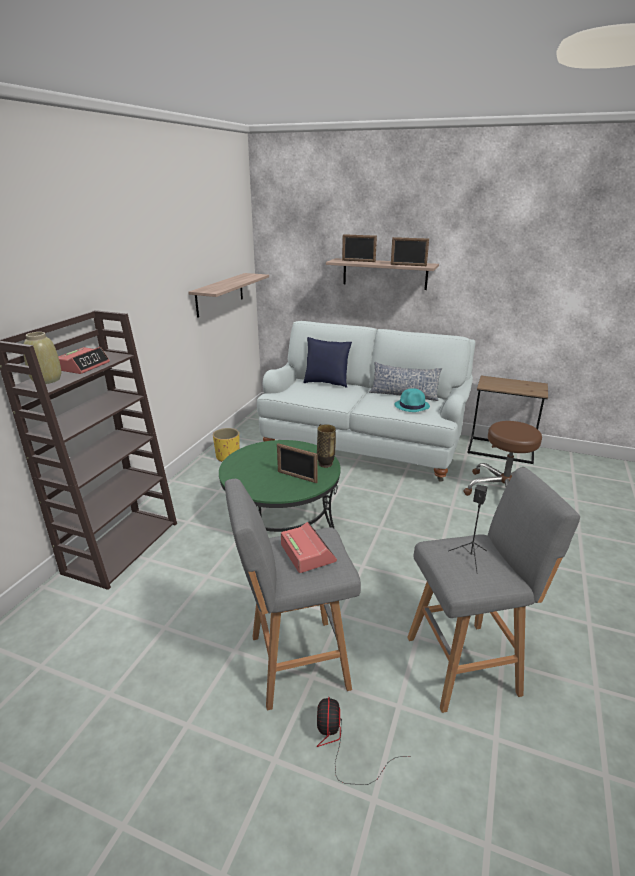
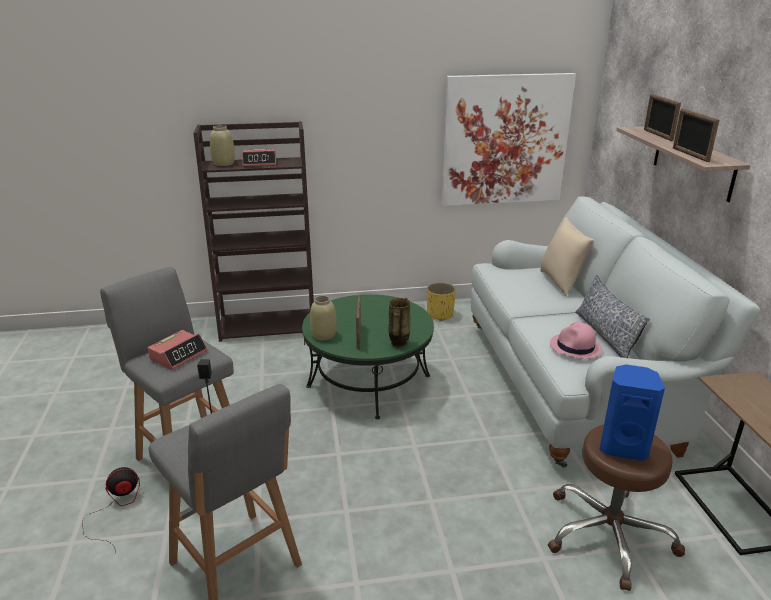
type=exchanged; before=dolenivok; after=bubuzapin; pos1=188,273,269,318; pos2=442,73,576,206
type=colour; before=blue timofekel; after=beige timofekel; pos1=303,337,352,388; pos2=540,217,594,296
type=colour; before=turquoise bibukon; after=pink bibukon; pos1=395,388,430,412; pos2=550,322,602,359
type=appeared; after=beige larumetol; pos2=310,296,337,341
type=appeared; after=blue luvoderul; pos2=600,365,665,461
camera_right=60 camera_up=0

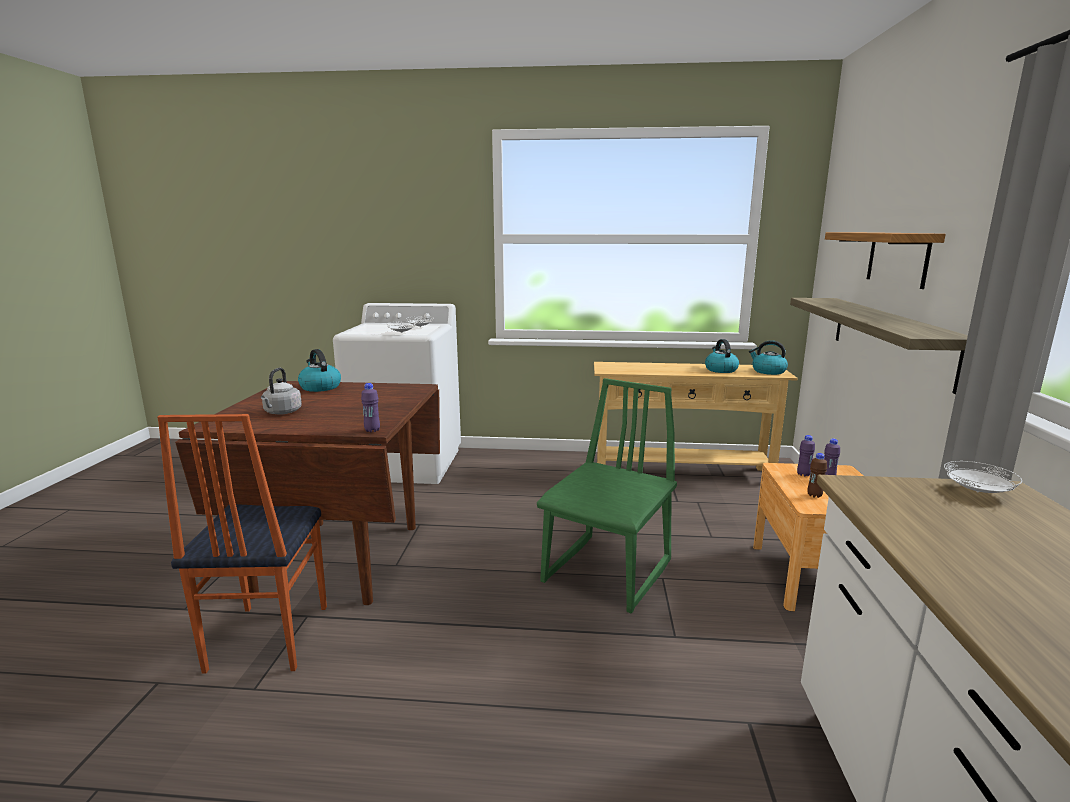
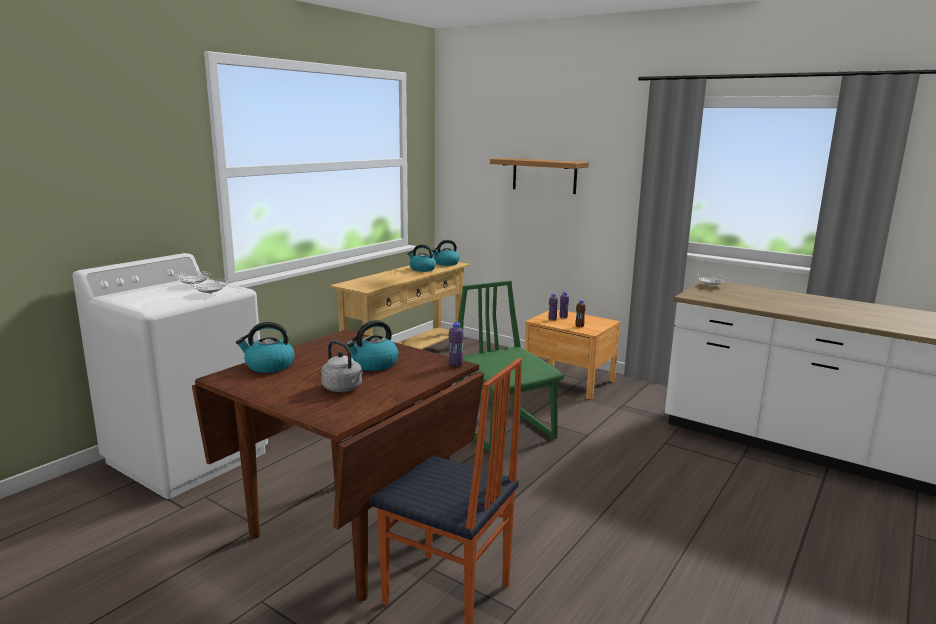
type=missing; before=dolenivok; pos1=790,298,968,394
type=appeared; after=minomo; pos2=346,320,398,371
camera_right=-60 camera_up=0

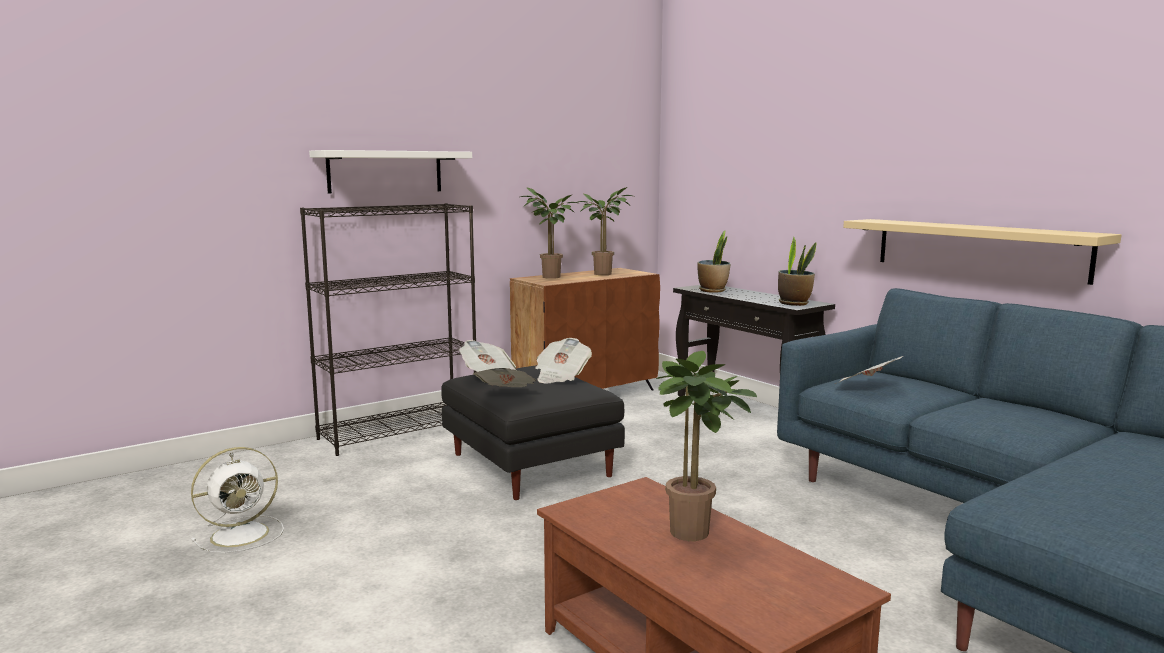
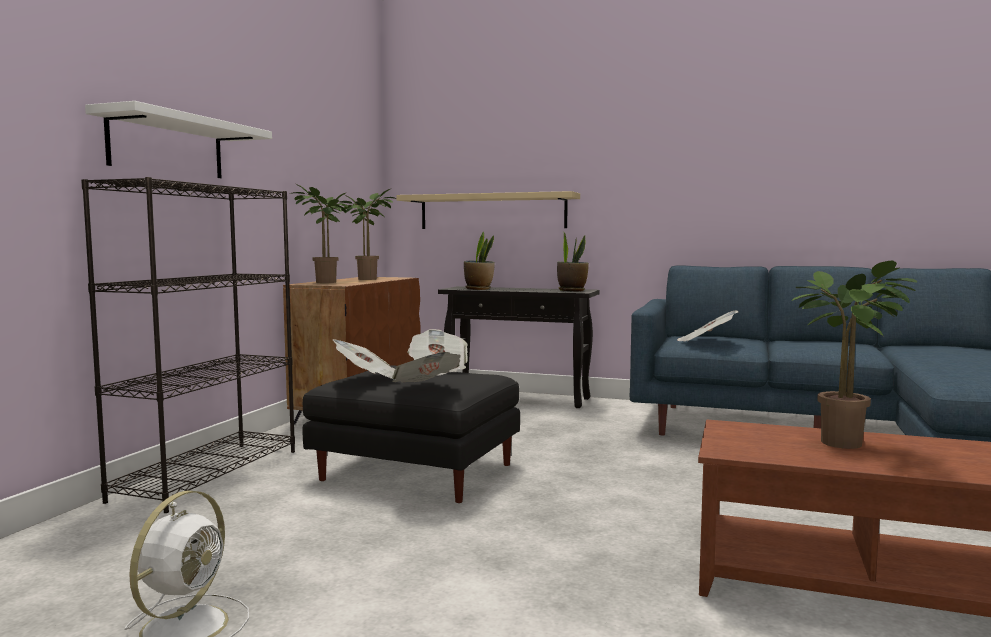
type=relocated; before=beige dolenivok; pos1=843,219,1121,285; pos2=396,191,580,229
camera_right=-35 camera_up=-5

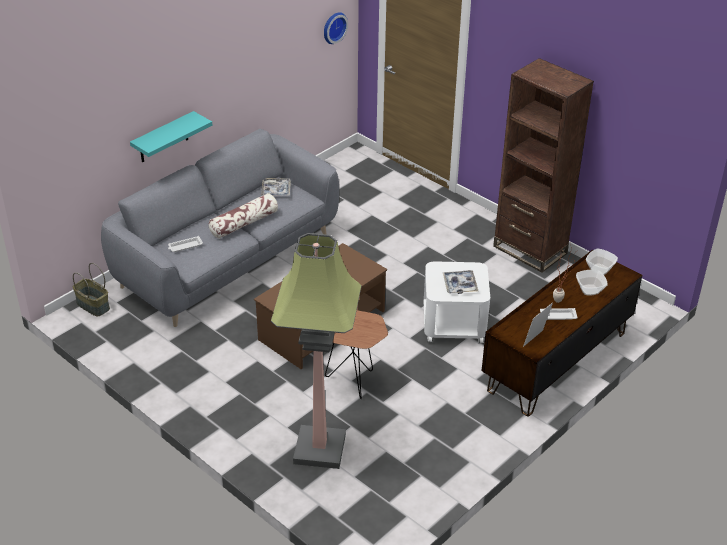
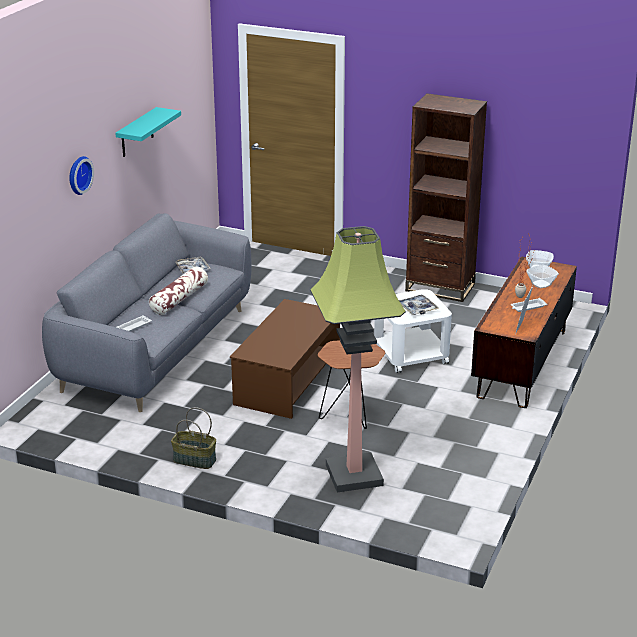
type=relocated; before=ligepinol; pos1=324,12,348,44; pos2=69,156,94,195
type=relocated; before=turquoise dolenivok; pos1=130,111,212,163; pos2=115,107,181,157
type=relocated; before=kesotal; pos1=73,263,110,316; pos2=171,407,216,469
camera_right=-20 camera_up=-10

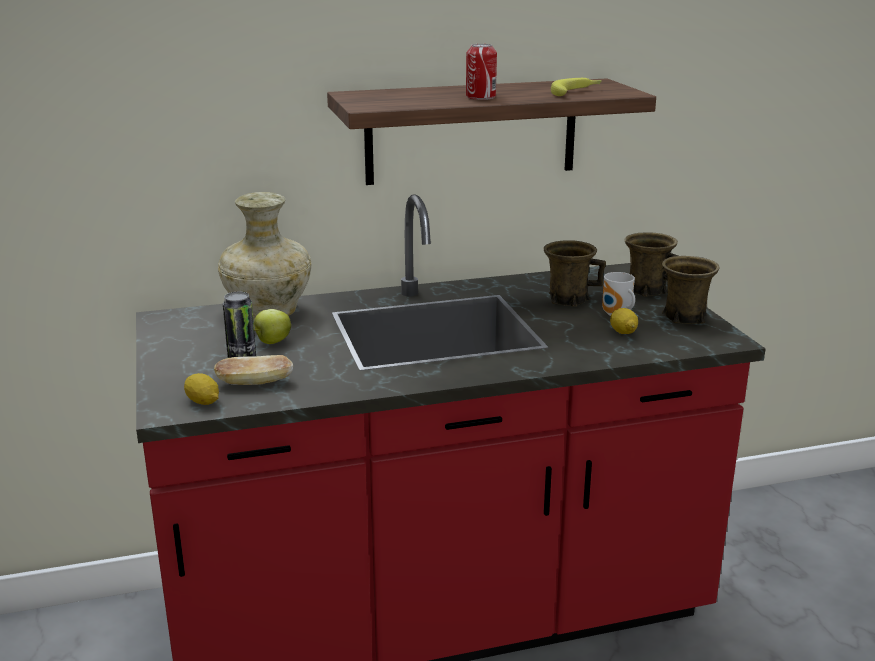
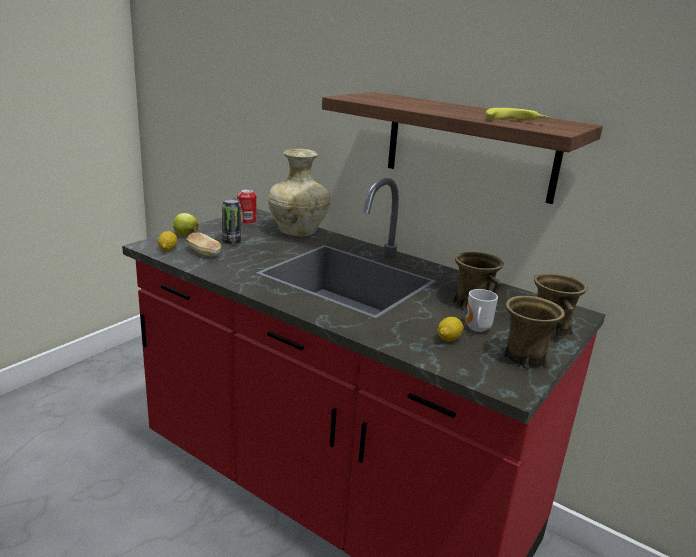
type=relocated; before=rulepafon; pos1=466,44,497,100; pos2=237,189,256,224
type=relocated; before=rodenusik; pos1=254,309,291,344; pos2=173,213,199,236
camera_right=50 camera_up=0

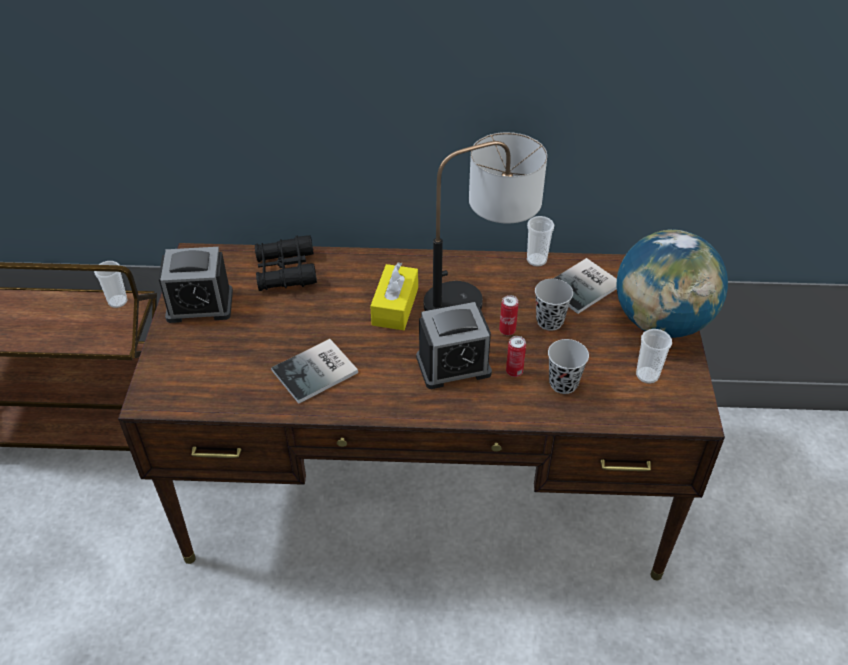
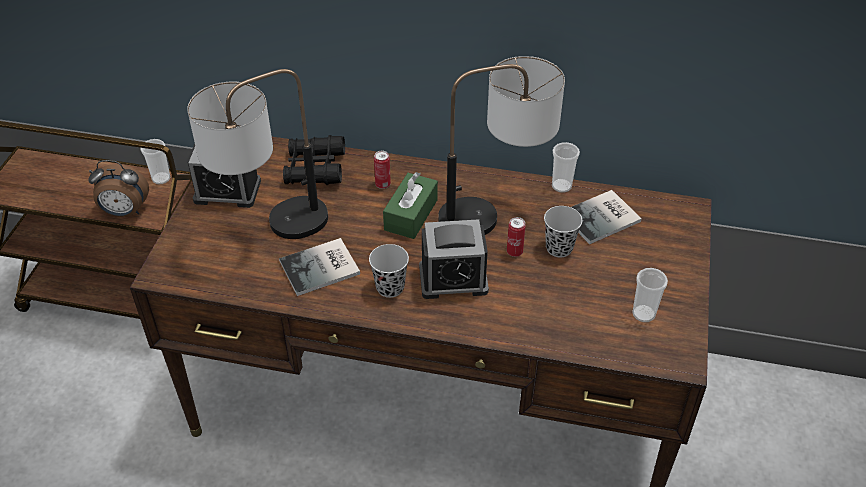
type=missing; before=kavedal; pos1=616,229,728,338
type=colour; before=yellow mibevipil; after=green mibevipil; pos1=370,262,418,330; pos2=383,172,438,239
type=relocated; before=rulepafon; pos1=506,336,526,377; pos2=374,151,391,189
type=relocated; before=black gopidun; pos1=548,339,589,394; pos2=369,244,409,298
type=appeared; after=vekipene; pos2=187,69,328,239
type=appeared; after=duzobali; pos2=88,160,149,217
camera_right=10 camera_up=0

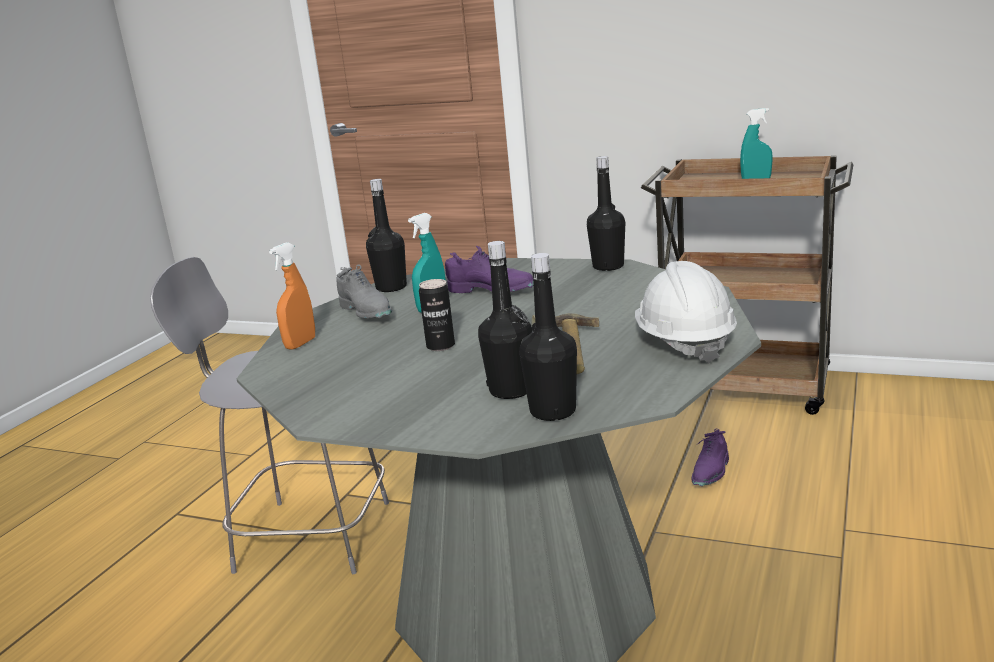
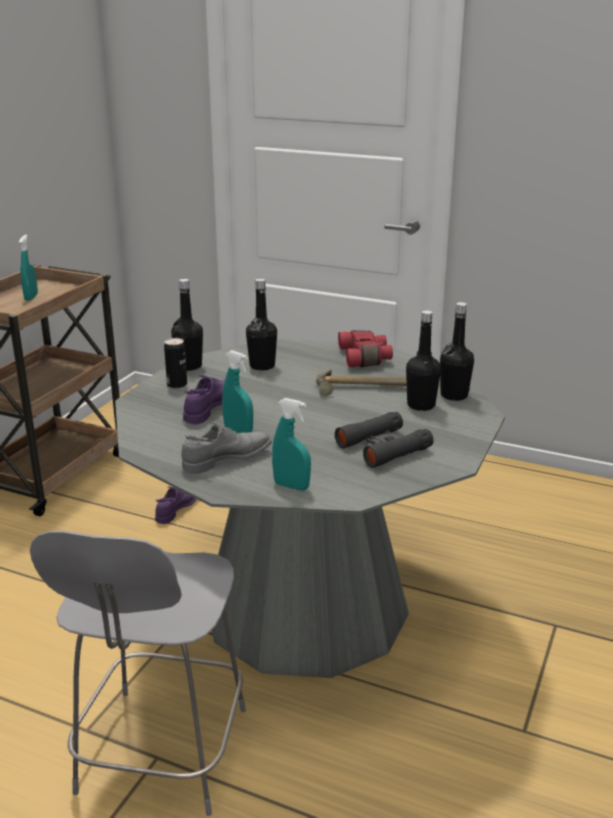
type=relocated; before=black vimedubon; pos1=366,179,407,292; pos2=246,279,277,370
type=colour; before=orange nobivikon; after=turquoise nobivikon; pos1=269,243,315,350; pos2=272,398,311,491
type=exchanged; before=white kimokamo; after=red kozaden; pos1=635,261,737,364; pos2=338,330,393,367
type=relocated; before=rulepafon; pos1=419,279,455,351; pos2=164,338,187,388
type=spun; before=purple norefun; pos1=691,428,729,486; pos2=155,487,197,524; turn=-90
type=appeared; after=black kozaden; pos2=335,412,434,468
camera_right=-90 camera_up=5

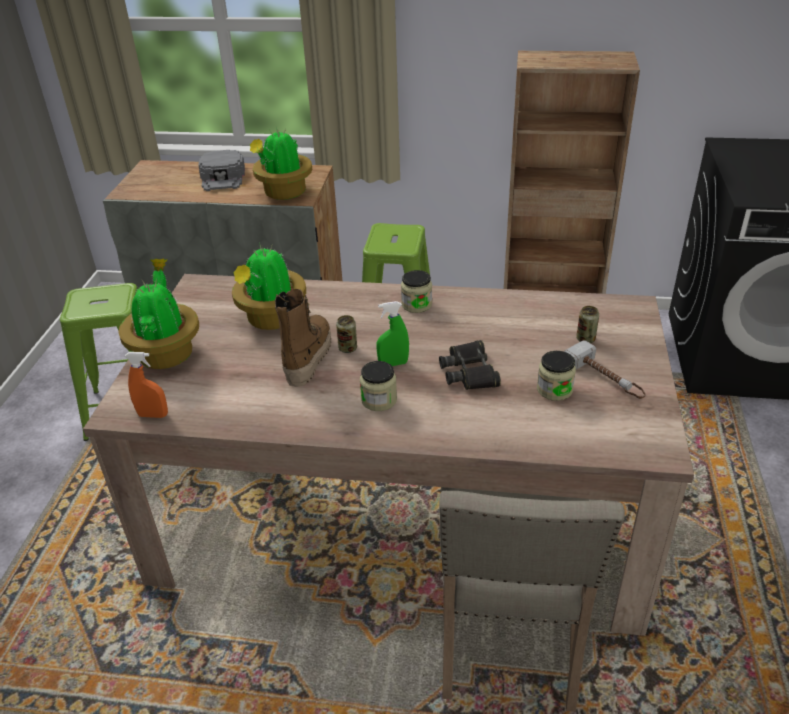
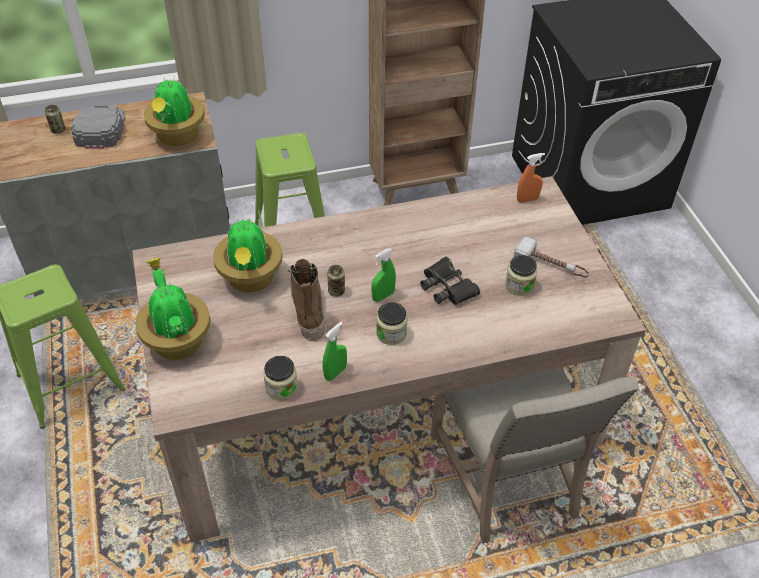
type=spun; before=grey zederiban; pos1=198,150,245,191; pos2=71,106,125,149; turn=-150
type=relocated; before=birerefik; pos1=401,270,432,313; pos2=263,356,298,400
type=relocated; before=rulepafon; pos1=576,306,599,343; pos2=45,105,65,134
type=relocated; before=orange nobivikon; pos1=124,352,168,418; pos2=517,153,545,203
type=appeared; after=green nobivikon; pos2=323,322,347,381
camera_right=-25 camera_up=10

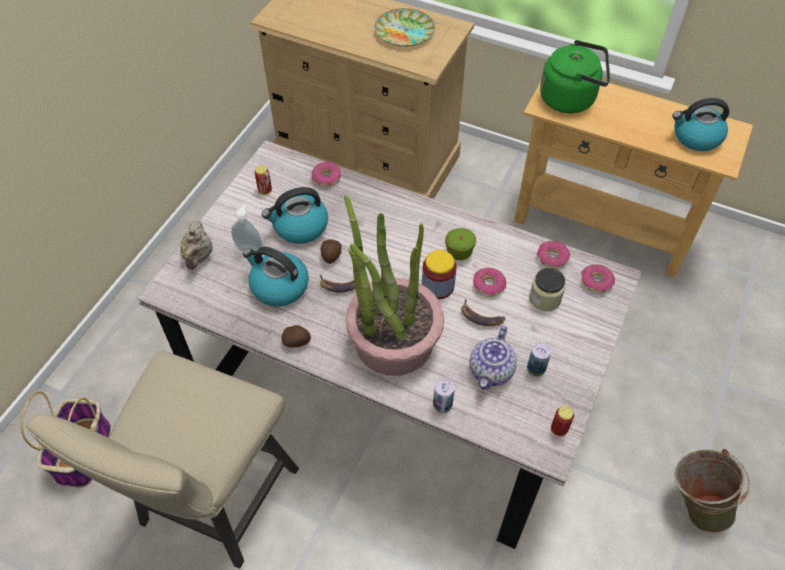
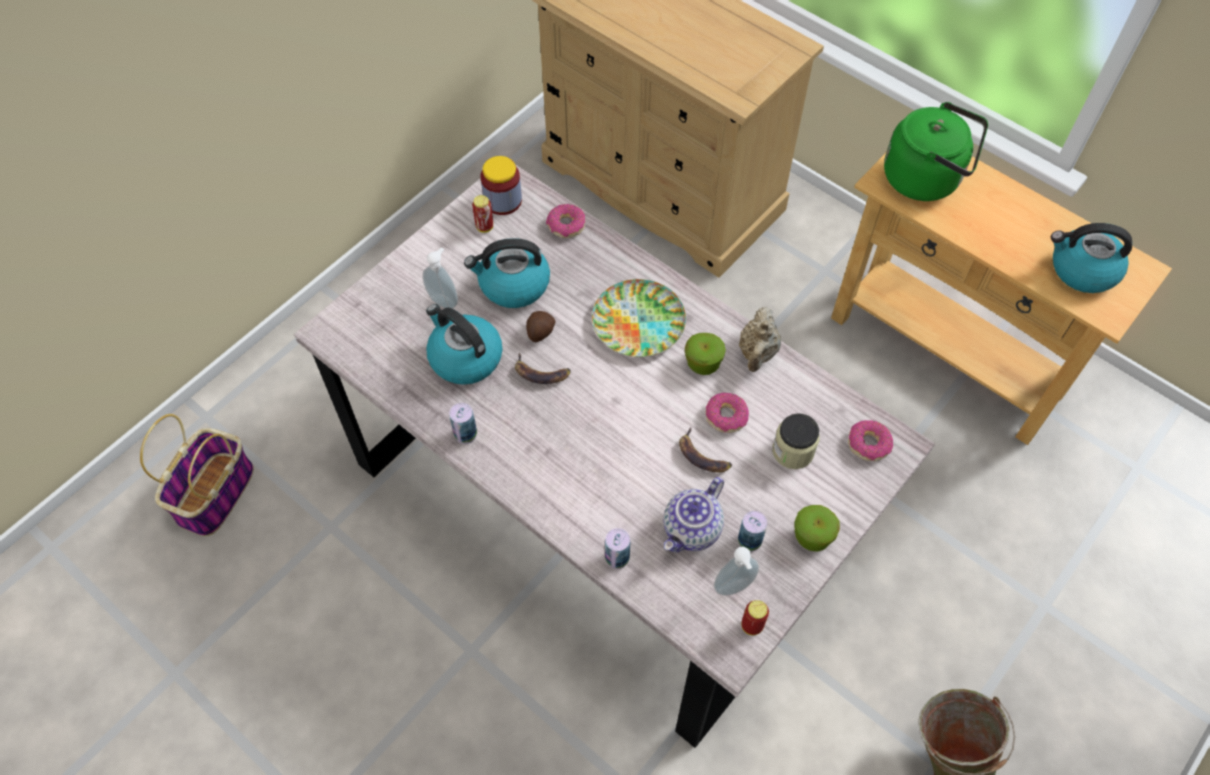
type=relocated; before=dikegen; pos1=375,8,435,47; pos2=592,279,686,357
type=missing; before=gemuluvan; pos1=344,196,444,376
type=relocated; before=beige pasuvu; pos1=180,221,213,270; pos2=739,306,781,372
type=missing; before=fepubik; pos1=537,241,570,269
type=relocated; before=birerefik; pos1=422,250,456,299; pos2=480,156,522,215
type=exchanged; before=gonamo; after=rulepafon; pos1=281,325,311,348; pos2=449,403,477,444
type=missing; before=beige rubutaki; pos1=26,351,299,569
type=appeared; after=rodenusik; pos2=794,505,840,552
type=appeared; after=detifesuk; pos2=714,547,759,596
camera_right=15 camera_up=5

